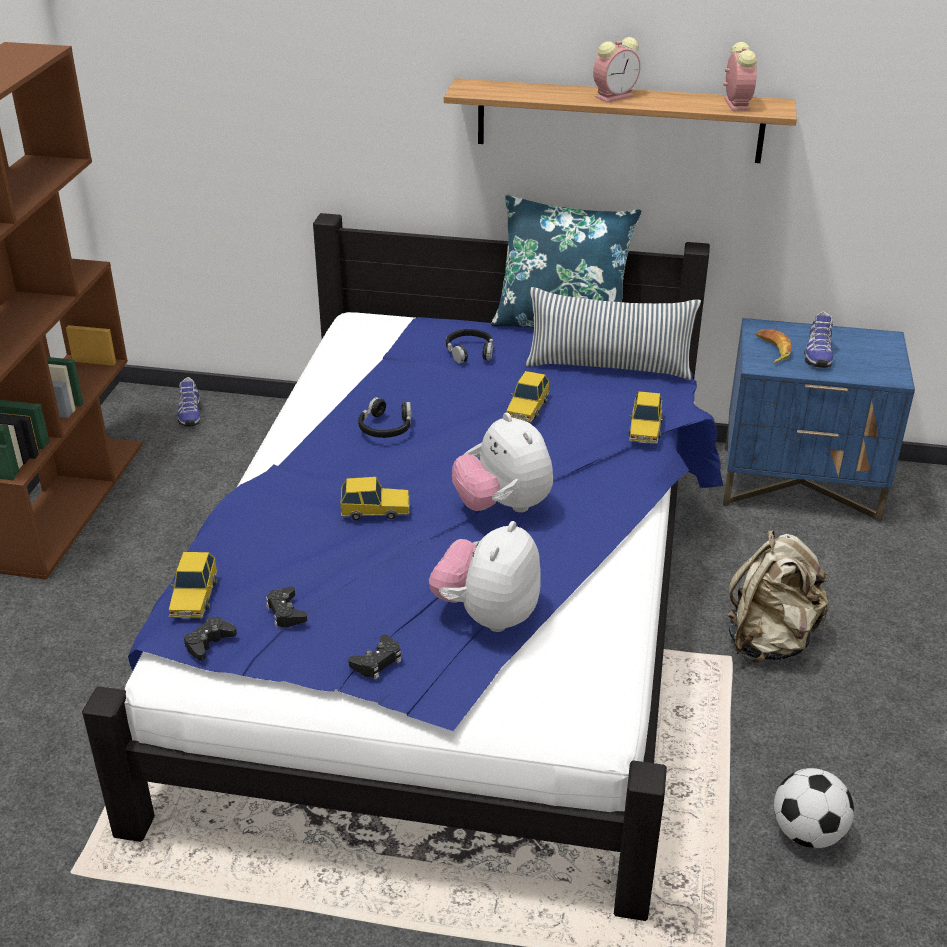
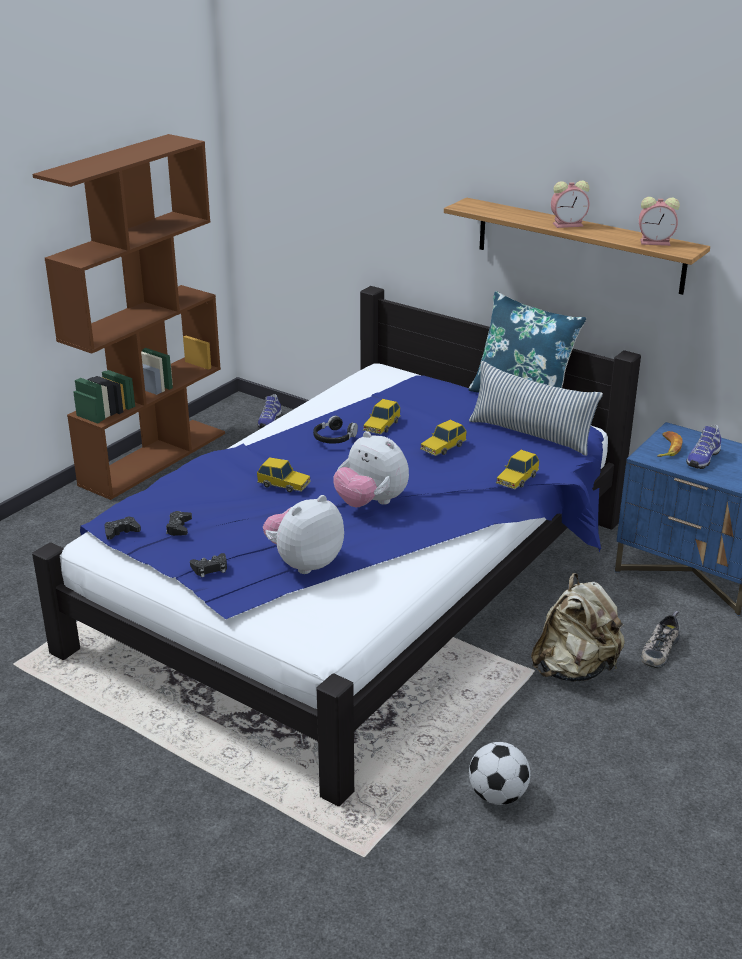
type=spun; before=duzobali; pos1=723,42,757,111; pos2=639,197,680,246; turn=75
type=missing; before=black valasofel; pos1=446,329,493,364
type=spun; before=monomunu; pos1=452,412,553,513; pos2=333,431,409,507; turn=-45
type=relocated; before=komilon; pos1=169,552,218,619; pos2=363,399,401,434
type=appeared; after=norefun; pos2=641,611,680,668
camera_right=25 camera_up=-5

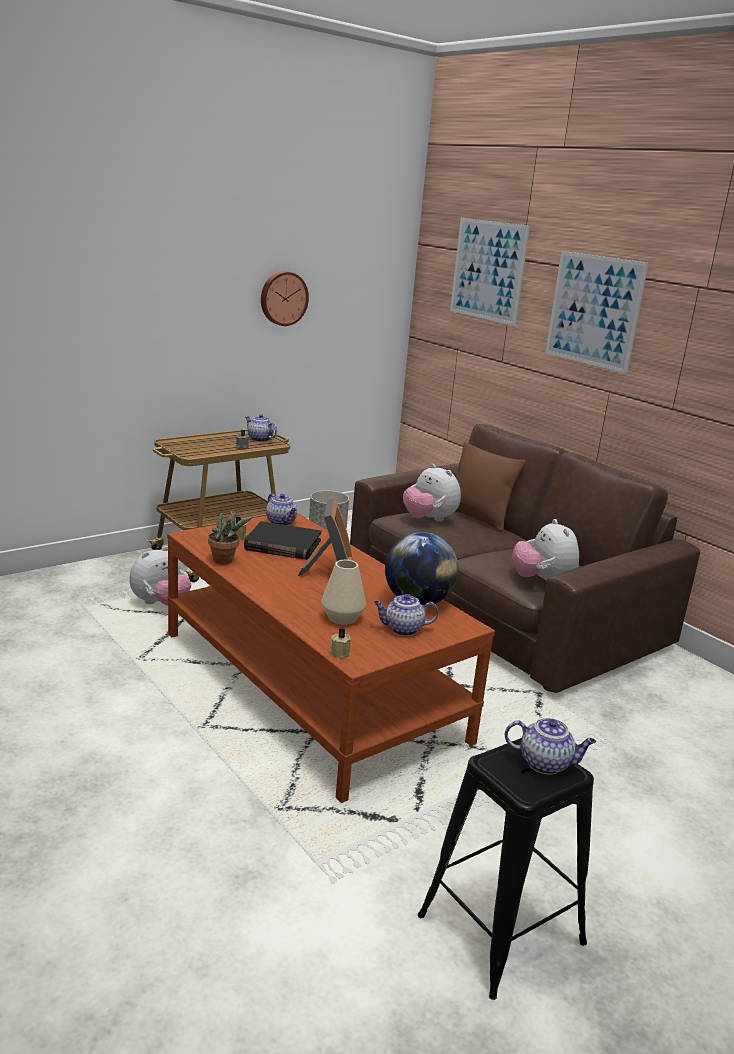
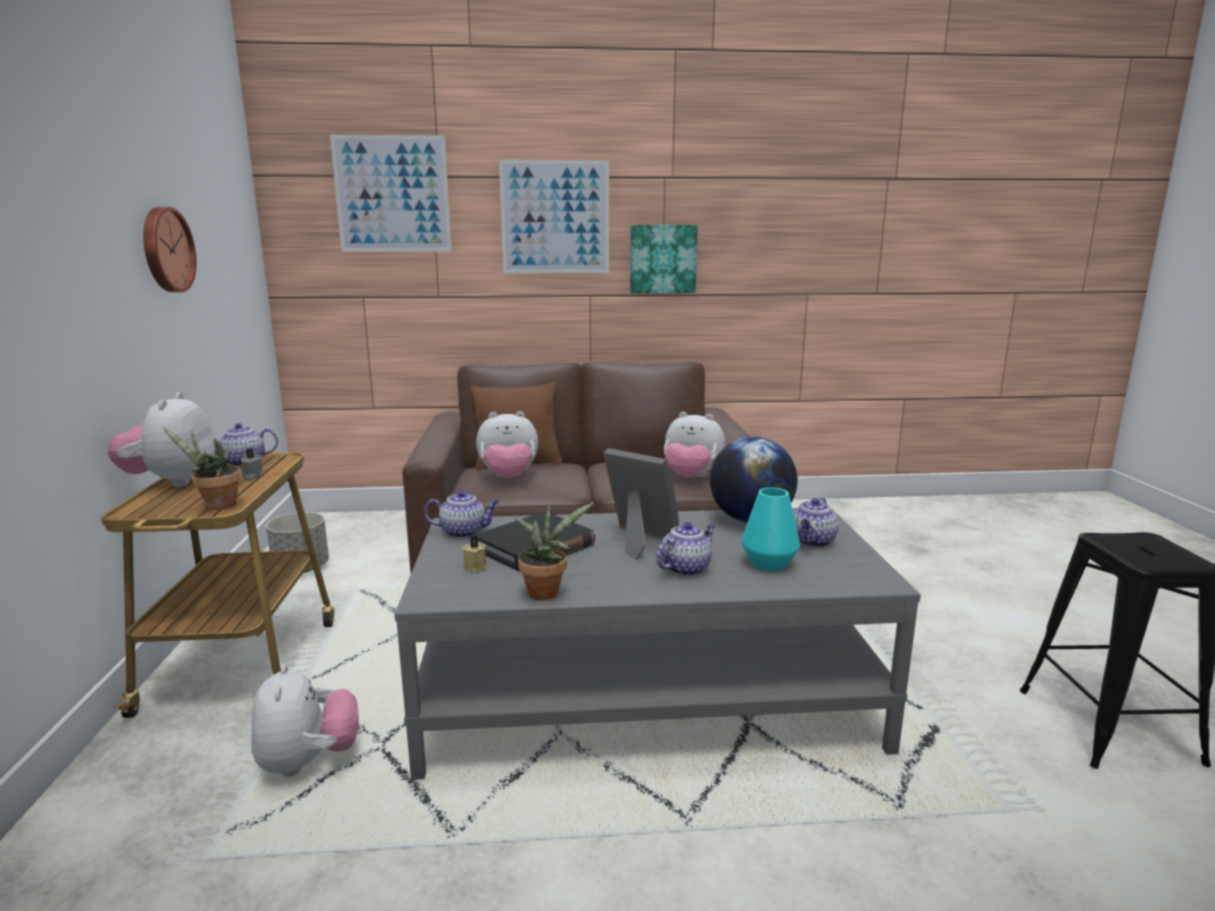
type=colour; before=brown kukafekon; after=grey kukafekon; pos1=167,513,495,803; pos2=395,508,921,780
type=colour; before=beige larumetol; after=turquoise larumetol; pos1=321,560,366,625; pos2=741,487,800,571
type=missing; before=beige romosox; pos1=330,628,351,659
type=relocated; before=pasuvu; pos1=505,718,596,775; pos2=656,522,716,576
type=appeared; after=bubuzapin; pos2=630,225,698,293
type=appeared; after=monomunu; pos2=107,392,215,487
type=appeared; after=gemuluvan; pos2=163,427,241,510
camera_right=-55 camera_up=-5

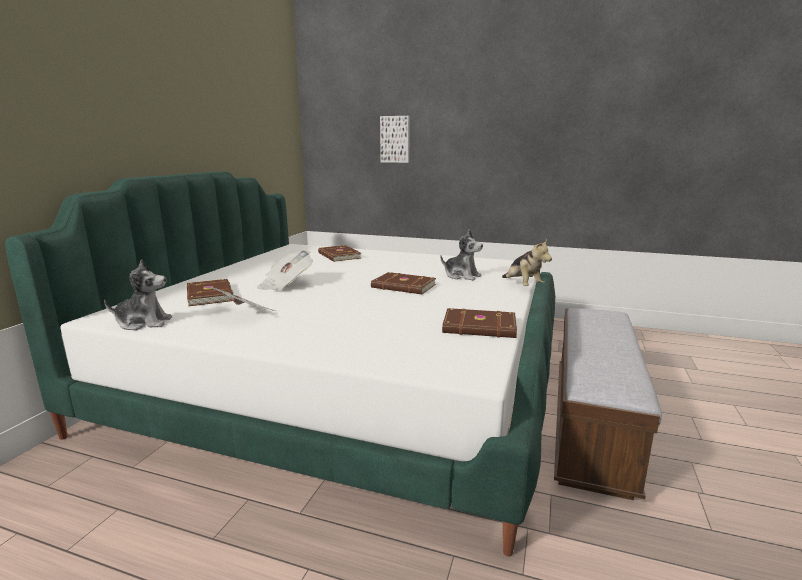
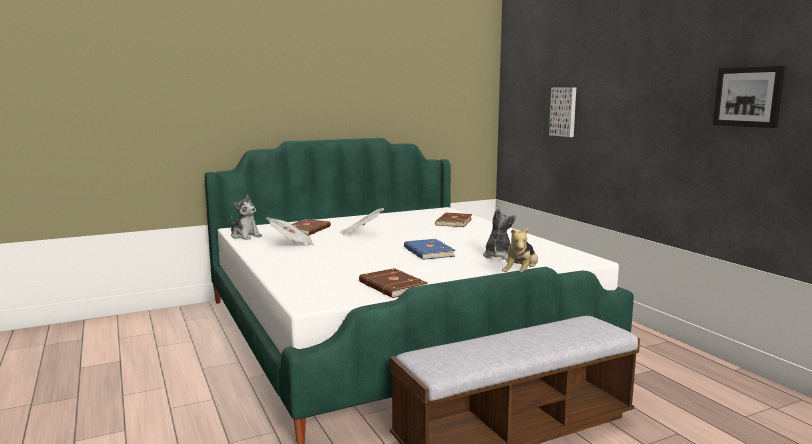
type=spun; before=monomunu; pos1=440,229,483,280; pos2=483,208,516,260; turn=-150
type=colour; before=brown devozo; after=blue devozo; pos1=371,272,436,294; pos2=404,239,456,260
type=appeared; after=bubuzapin; pos2=712,66,785,128
camera_right=45 camera_up=-5

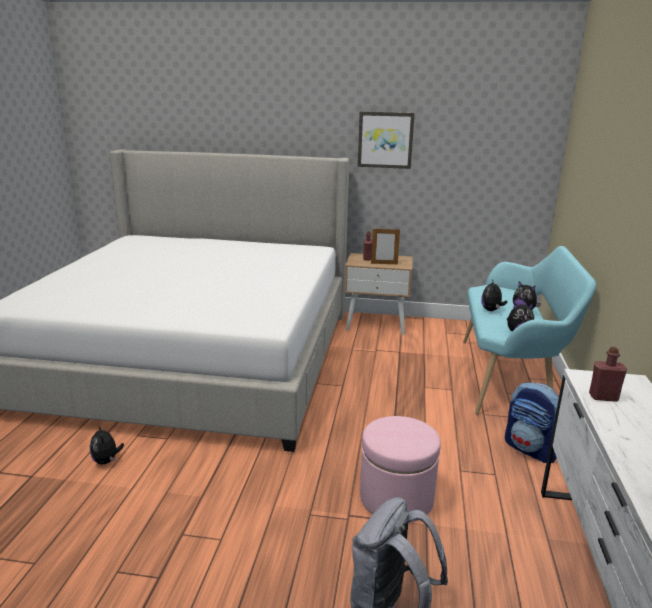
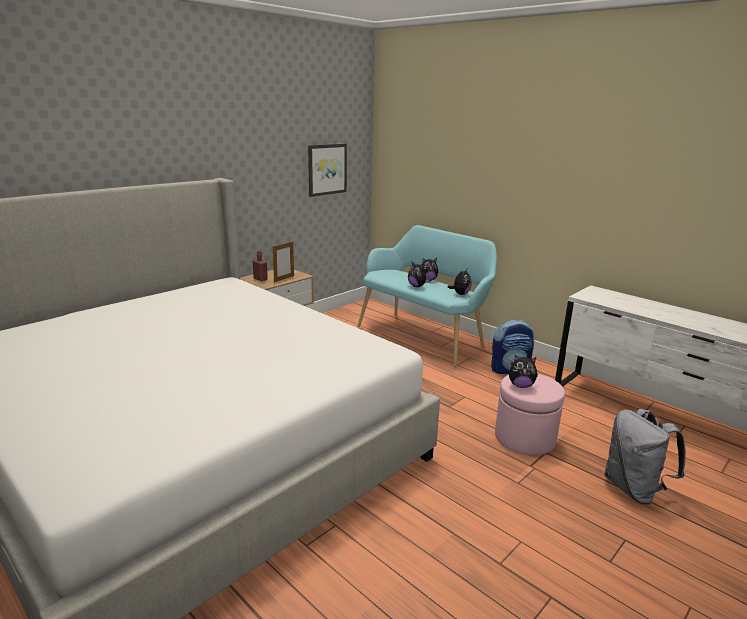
type=relocated; before=bubuzapin; pos1=358,112,415,169; pos2=308,143,347,197
type=missing; before=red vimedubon; pos1=589,347,627,402
type=relocated; before=monomunu; pos1=90,424,124,465; pos2=509,355,538,388
camera_right=-55 camera_up=0

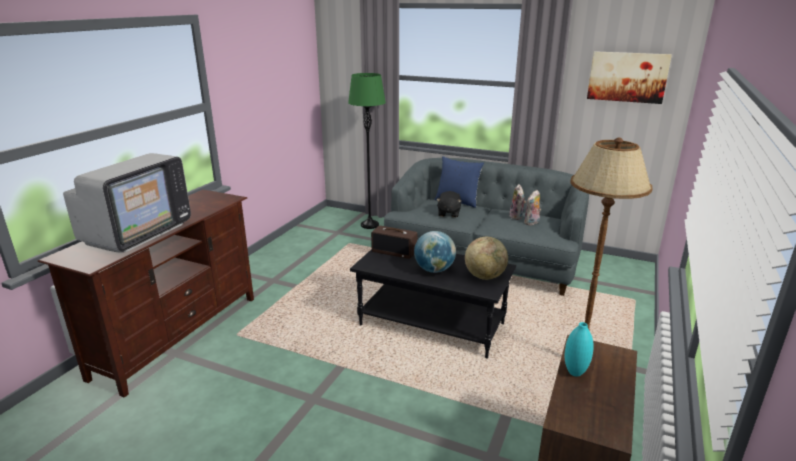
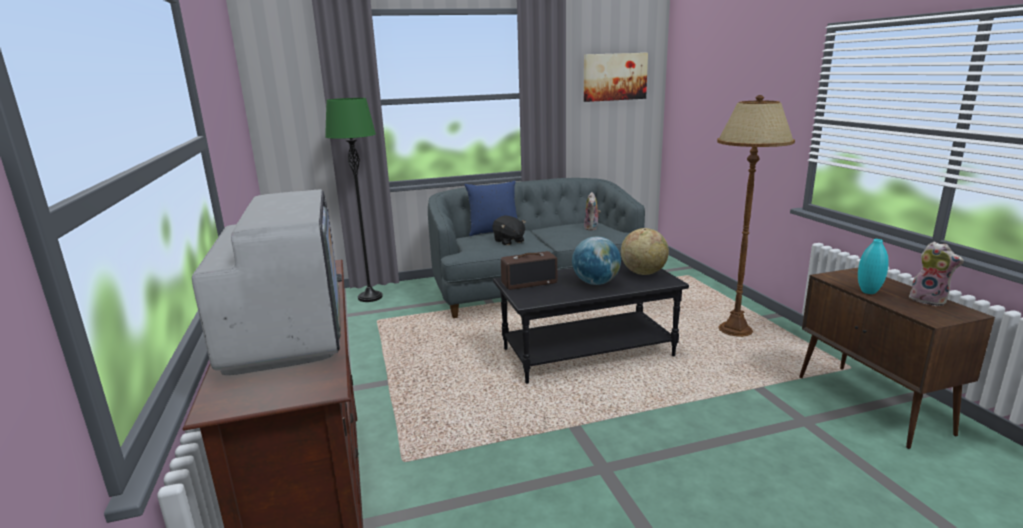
type=relocated; before=monomunu; pos1=509,184,526,220; pos2=909,242,964,306
camera_right=-40 camera_up=-5

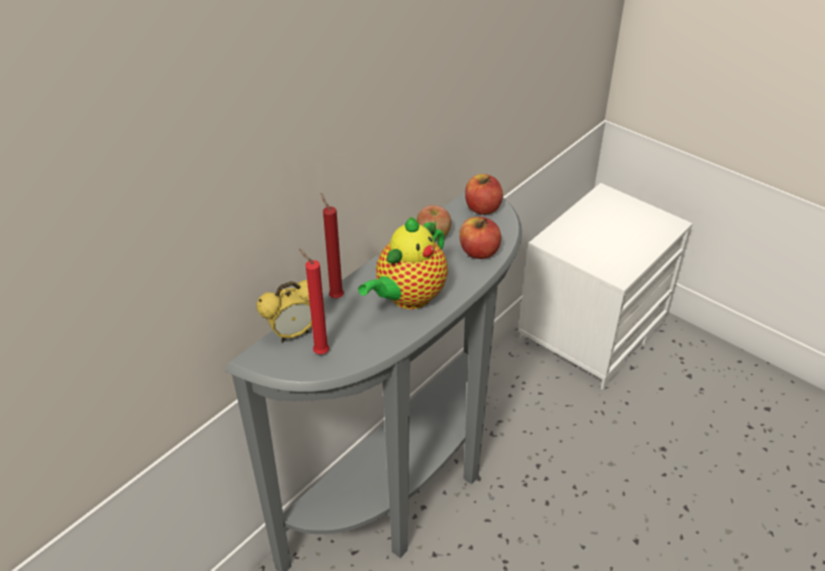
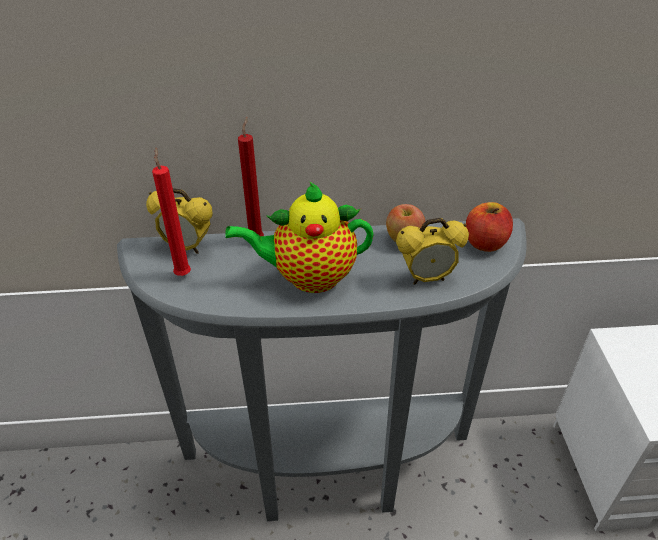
type=exchanged; before=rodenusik; after=duzobali; pos1=459,217,501,259; pos2=396,218,469,284
camera_right=45 camera_up=0

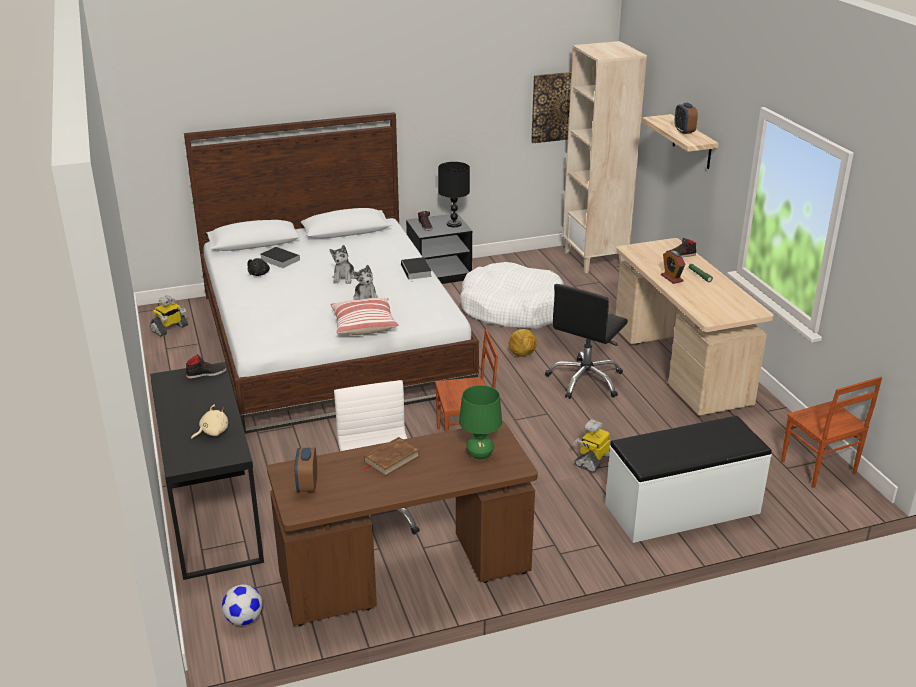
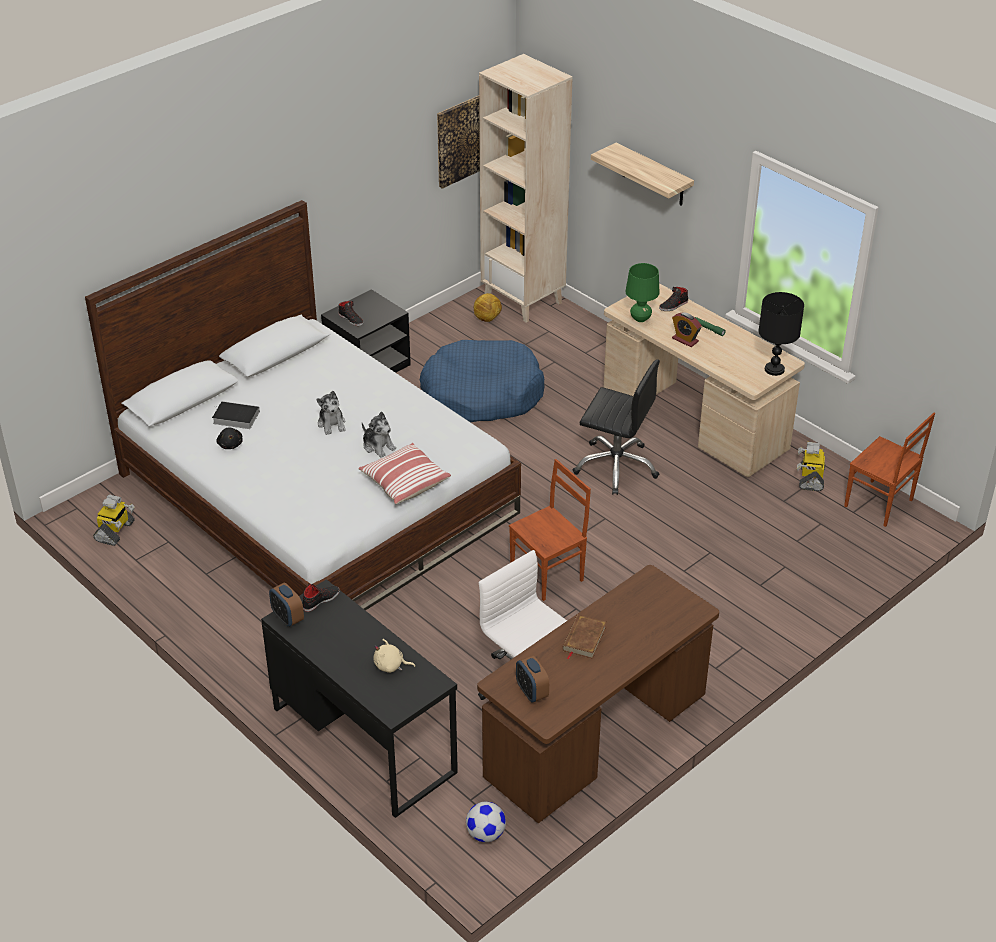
type=relocated; before=duzobali; pos1=674,103,698,134; pos2=269,583,304,627
type=relocated; before=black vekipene; pos1=438,162,470,227; pos2=758,292,804,376
type=missing; before=devozo; pos1=401,257,432,282
type=colour; before=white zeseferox; after=blue zeseferox; pos1=460,262,564,329; pos2=420,340,545,422
type=spun; before=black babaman; pos1=545,284,628,399; pos2=573,359,660,495; turn=-75
type=relocated; before=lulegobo; pos1=508,329,537,357; pos2=474,293,502,322
type=relocated; before=green vekipene; pos1=459,385,502,460; pos2=626,263,660,322
type=spun; before=beige monomunu; pos1=191,404,228,439; pos2=373,639,416,673; turn=-105
type=missing; before=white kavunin; pos1=605,416,772,543
type=relocated; before=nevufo; pos1=573,419,611,472; pos2=797,442,825,491
camera_right=-25 camera_up=10

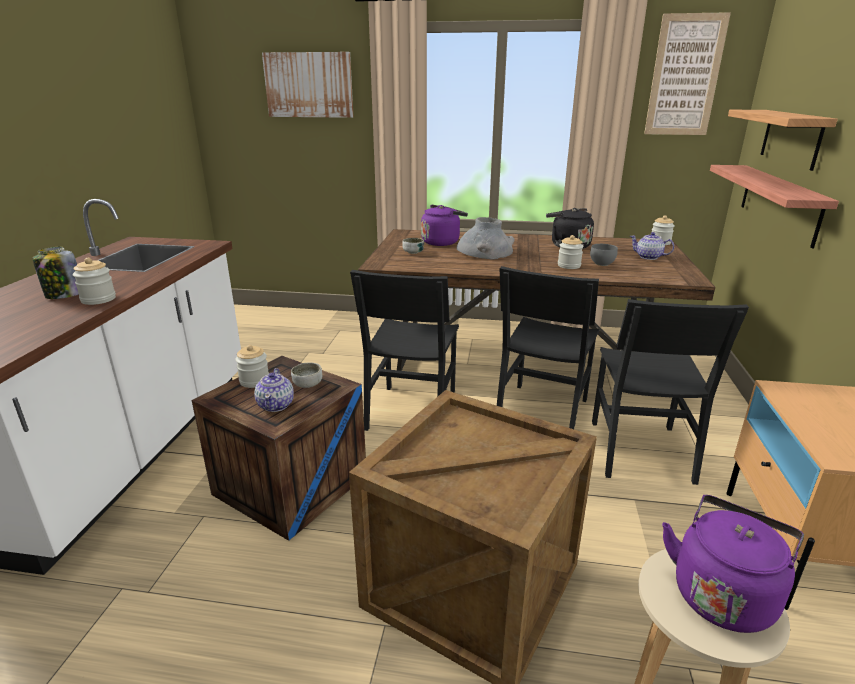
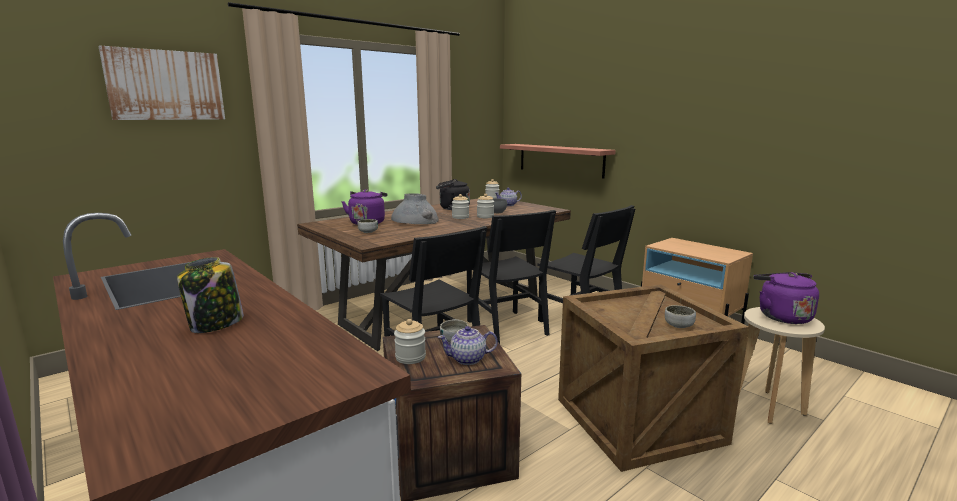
type=missing; before=bubuzapin; pos1=644,12,731,135
type=missing; before=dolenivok; pos1=728,110,838,171
type=relocated; before=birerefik; pos1=73,258,116,305; pos2=452,194,469,219
type=spun; before=pasuvu; pos1=254,368,294,412; pos2=438,326,498,365; turn=135
type=appeared; after=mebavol; pos2=665,305,696,328
camera_right=-50 camera_up=-10

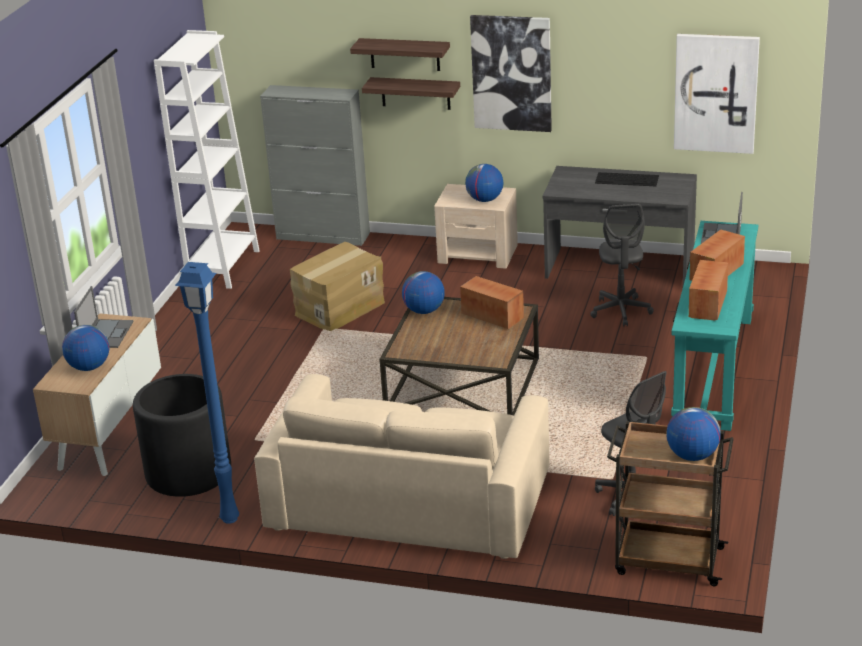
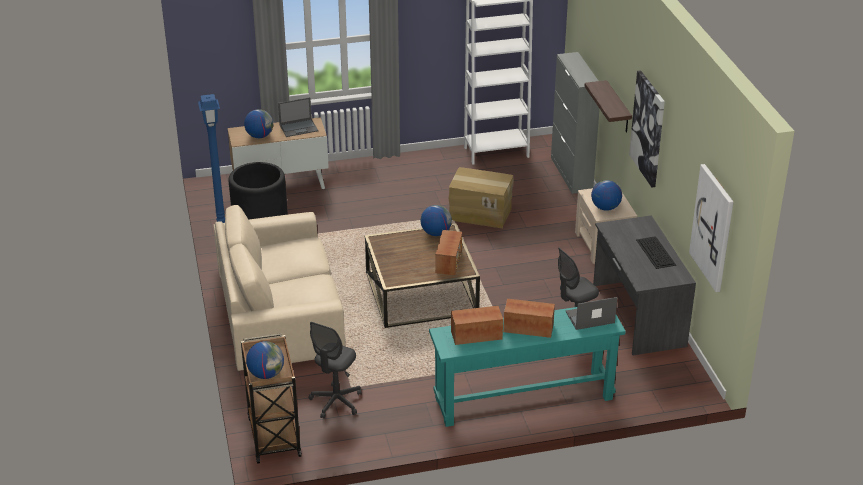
type=missing; before=dolenivok; pos1=350,38,450,71
camera_right=60 camera_up=5

